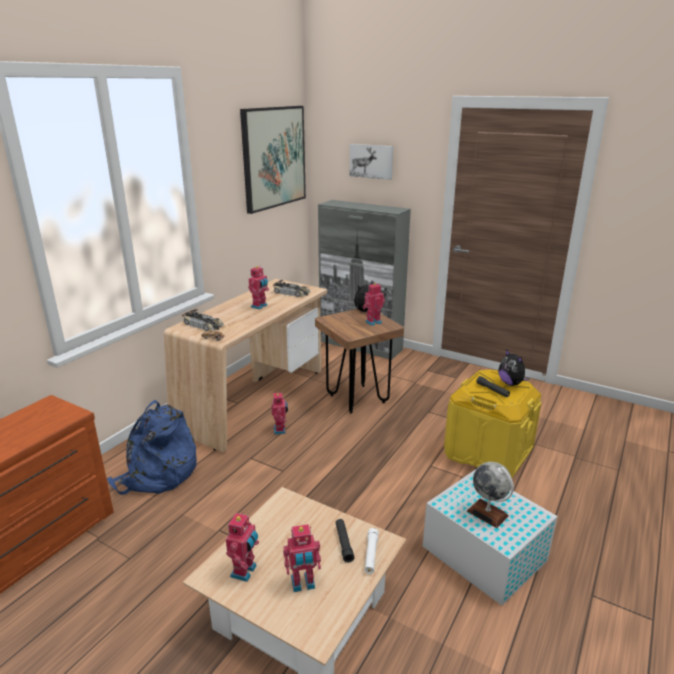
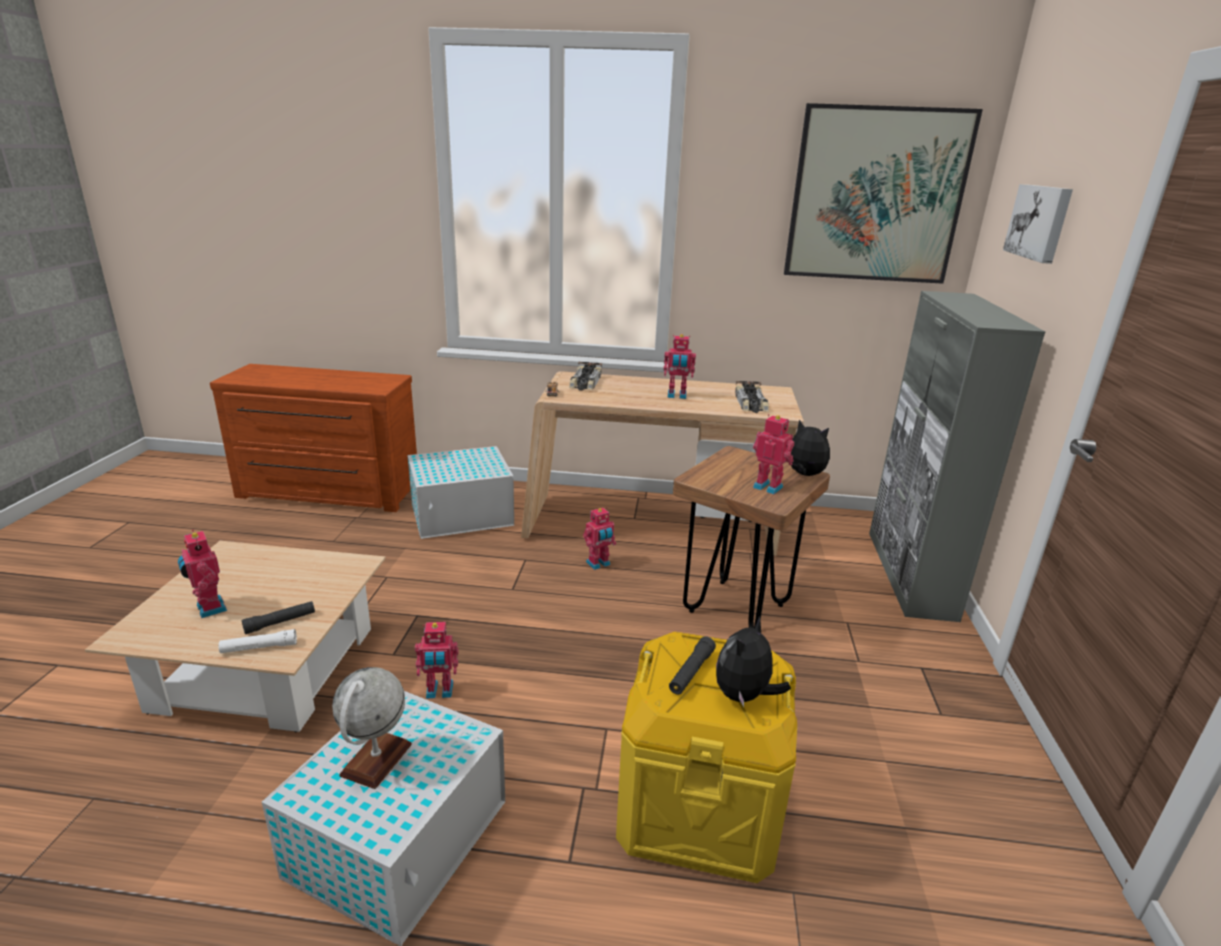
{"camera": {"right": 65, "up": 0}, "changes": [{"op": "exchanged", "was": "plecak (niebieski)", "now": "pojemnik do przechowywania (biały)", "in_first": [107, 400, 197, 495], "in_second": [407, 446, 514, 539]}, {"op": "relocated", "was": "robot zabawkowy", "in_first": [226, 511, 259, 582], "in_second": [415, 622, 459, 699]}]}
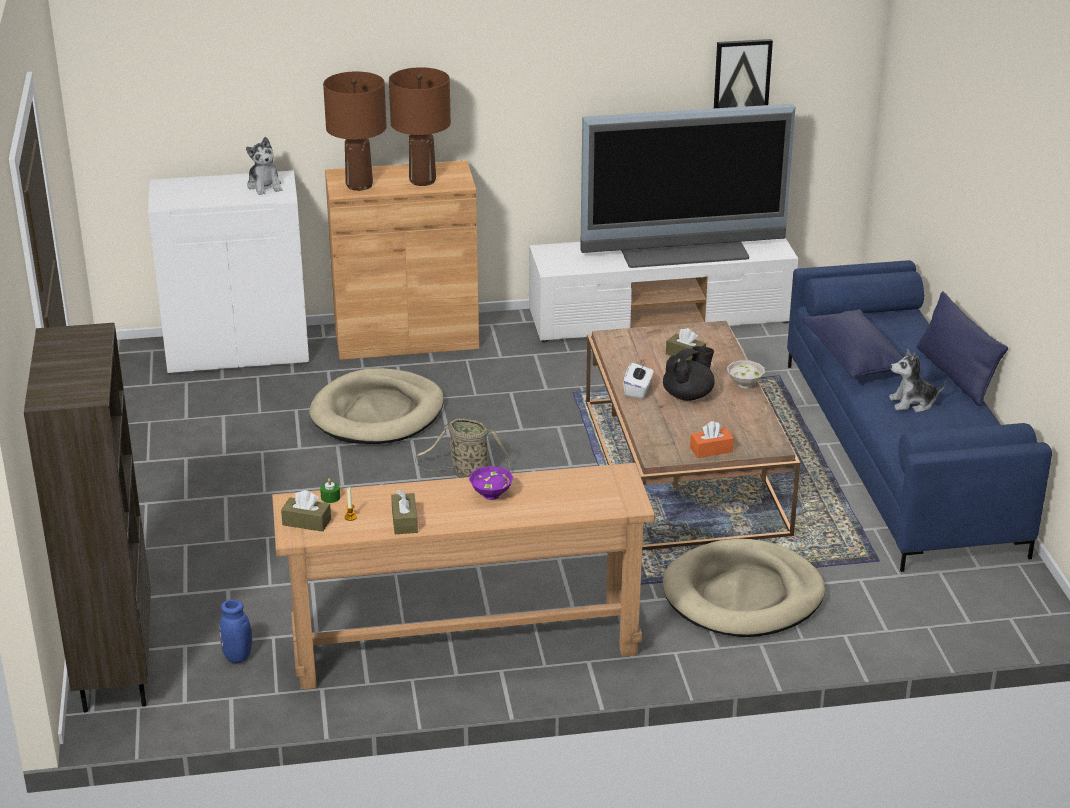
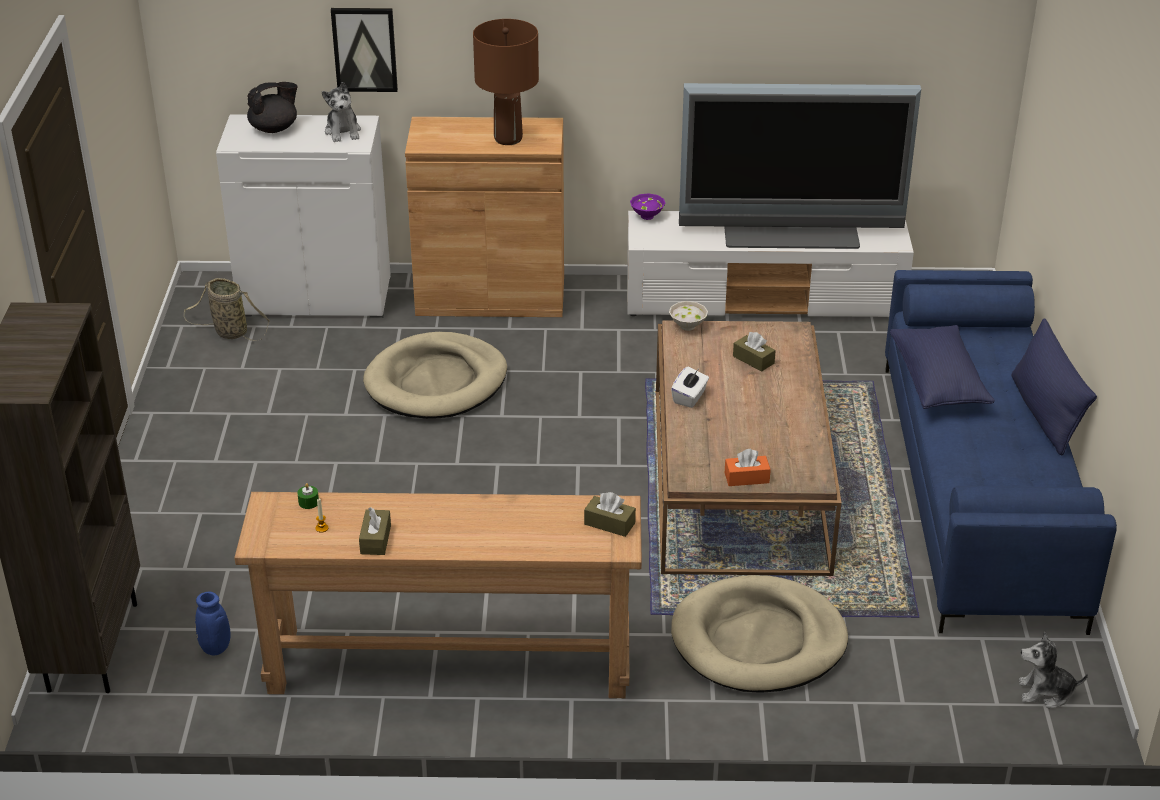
{"camera": {"right": 10, "up": 5}, "changes": [{"op": "relocated", "was": "koszyk", "in_first": [415, 418, 510, 478], "in_second": [184, 278, 270, 341]}, {"op": "relocated", "was": "imbryk (czarny)", "in_first": [663, 346, 715, 401], "in_second": [247, 82, 298, 133]}, {"op": "relocated", "was": "obraz", "in_first": [714, 39, 773, 108], "in_second": [331, 8, 398, 92]}, {"op": "relocated", "was": "pudełko chusteczek (brązowy)", "in_first": [281, 490, 331, 532], "in_second": [584, 492, 636, 537]}, {"op": "relocated", "was": "miska (fioletowy)", "in_first": [469, 466, 513, 500], "in_second": [630, 193, 665, 220]}, {"op": "relocated", "was": "miska (biały)", "in_first": [727, 360, 765, 388], "in_second": [669, 301, 708, 331]}, {"op": "relocated", "was": "pluszak", "in_first": [889, 349, 946, 412], "in_second": [1019, 631, 1088, 708]}, {"op": "missing", "was": "lampa stołowa (brązowy)", "in_first": [323, 72, 387, 191]}]}
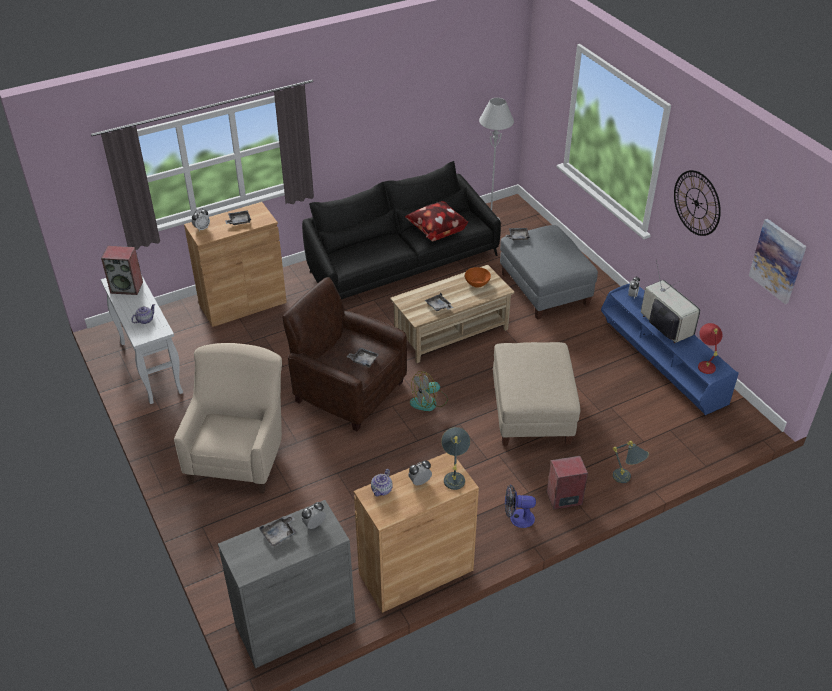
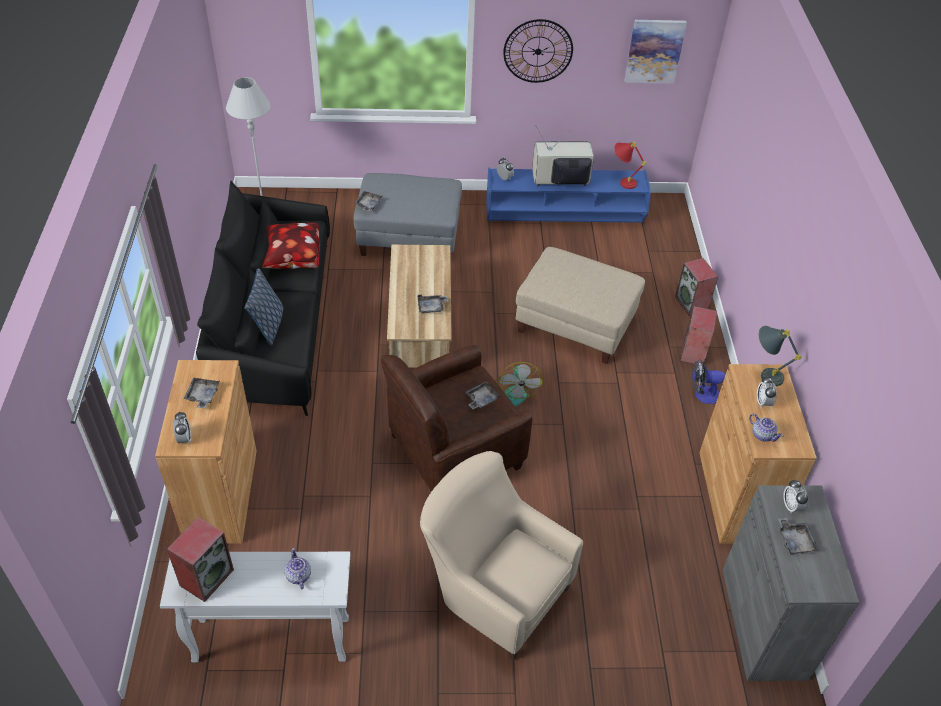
{"camera": {"right": -65, "up": 5}, "changes": [{"op": "appeared", "now": "poduszka", "in_second": [244, 268, 284, 346]}, {"op": "exchanged", "was": "lampa stołowa (szary)", "now": "głośnik", "in_first": [612, 441, 649, 483], "in_second": [675, 258, 718, 316]}, {"op": "spun", "was": "wentylator", "in_first": [505, 484, 536, 528], "in_second": [692, 359, 725, 404], "clockwise": 60}, {"op": "missing", "was": "miska (pomarańczowy)", "in_first": [465, 267, 491, 288]}]}
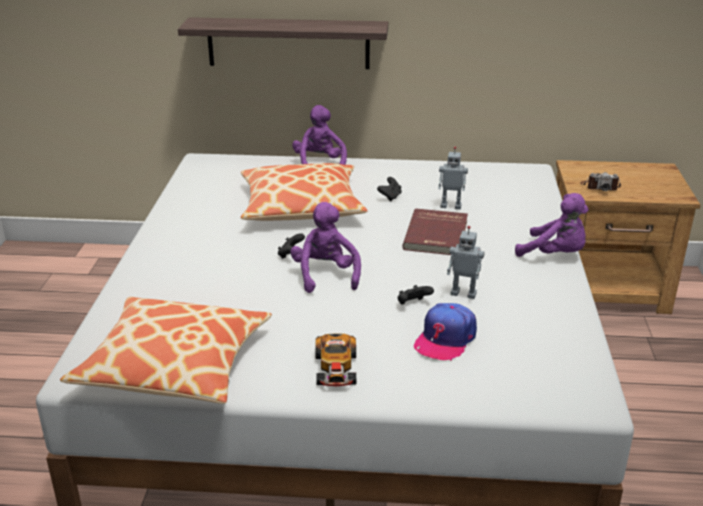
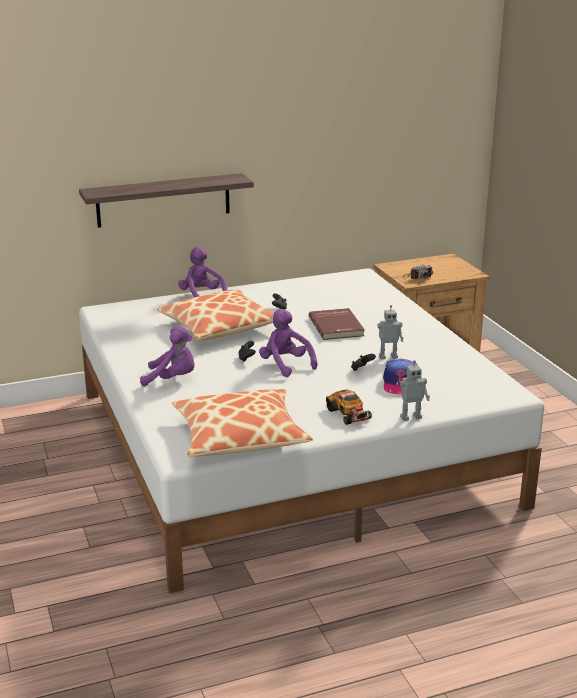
{"camera": {"right": -25, "up": -5}, "changes": [{"op": "relocated", "was": "pluszak (fioletowy)", "in_first": [515, 193, 588, 257], "in_second": [140, 326, 195, 387]}, {"op": "relocated", "was": "robot zabawkowy", "in_first": [439, 147, 468, 209], "in_second": [399, 360, 430, 421]}]}
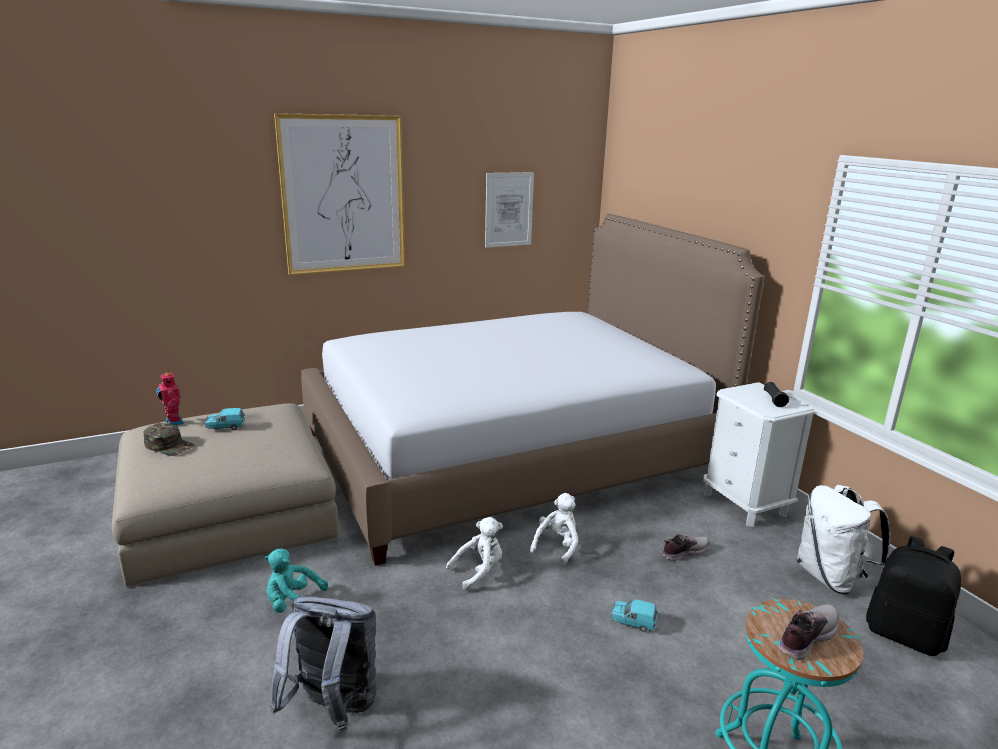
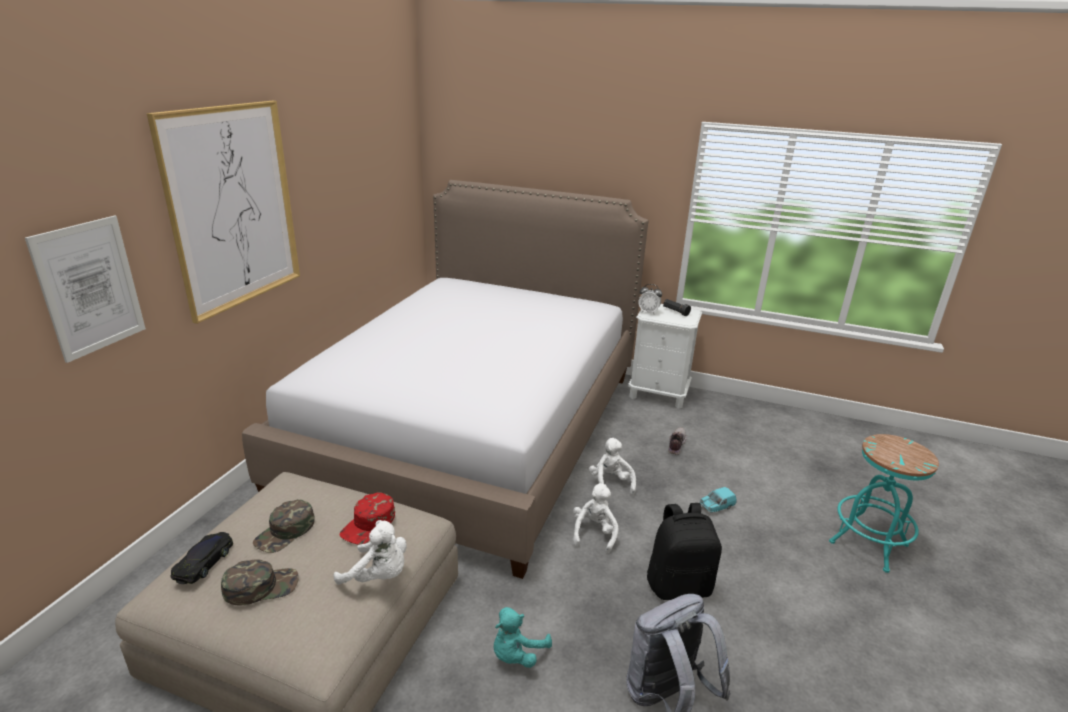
{"camera": {"right": -45, "up": 5}, "changes": [{"op": "relocated", "was": "obraz", "in_first": [485, 172, 534, 248], "in_second": [25, 216, 146, 363]}, {"op": "exchanged", "was": "robot zabawkowy", "now": "samochodzik (czarny)", "in_first": [156, 373, 184, 425], "in_second": [170, 532, 233, 584]}, {"op": "exchanged", "was": "samochodzik (turkusowy)", "now": "czapka z daszkiem (zielony)", "in_first": [204, 408, 245, 430], "in_second": [253, 499, 315, 553]}, {"op": "appeared", "now": "pluszak (biały)", "in_second": [333, 520, 407, 585]}, {"op": "appeared", "now": "czapka z daszkiem (czerwony)", "in_second": [340, 492, 395, 545]}, {"op": "appeared", "now": "budzik", "in_second": [639, 284, 662, 314]}, {"op": "relocated", "was": "plecak (czarny)", "in_first": [866, 536, 961, 656], "in_second": [647, 503, 722, 600]}, {"op": "missing", "was": "but", "in_first": [778, 604, 839, 660]}, {"op": "missing", "was": "plecak (biały)", "in_first": [797, 485, 890, 594]}]}
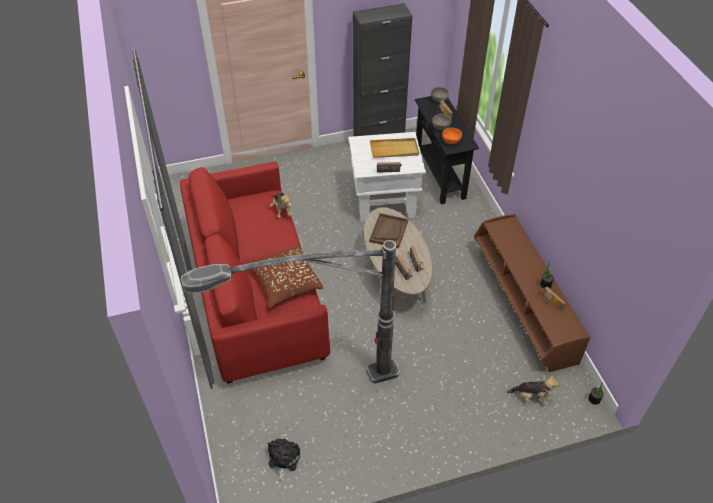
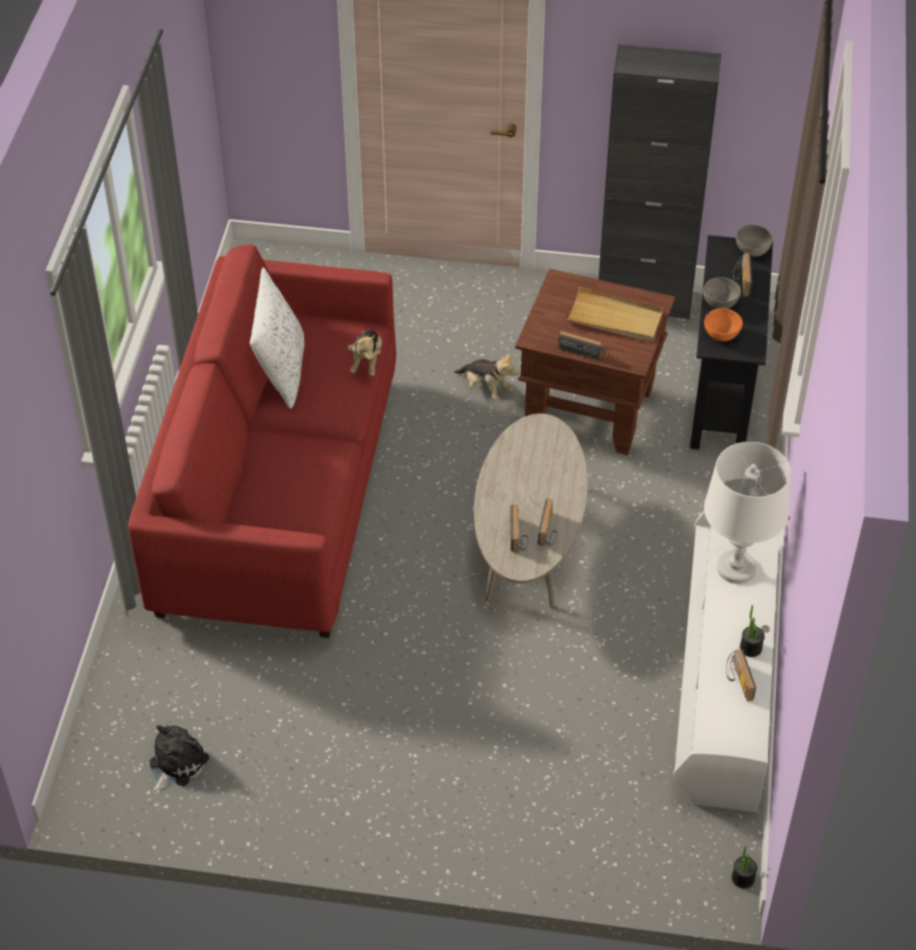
{"camera": {"right": 25, "up": 0}, "changes": [{"op": "appeared", "now": "poduszka (biały)", "in_second": [250, 268, 304, 408]}, {"op": "relocated", "was": "pluszak", "in_first": [507, 375, 559, 405], "in_second": [454, 352, 519, 400]}, {"op": "colour", "was": "stolik (biały)", "now": "stolik (brązowy)", "in_first": [349, 132, 426, 222], "in_second": [515, 269, 675, 455]}, {"op": "colour", "was": "szafka pod telewizor (brązowy)", "now": "szafka pod telewizor (biały)", "in_first": [474, 214, 591, 372], "in_second": [673, 511, 779, 812]}, {"op": "appeared", "now": "lampa stołowa (biały)", "in_second": [704, 442, 791, 584]}, {"op": "missing", "was": "lampa stojąca", "in_first": [181, 240, 400, 384]}, {"op": "missing", "was": "poduszka (brązowy)", "in_first": [247, 244, 323, 308]}, {"op": "missing", "was": "taca (brązowy)", "in_first": [369, 213, 408, 248]}]}
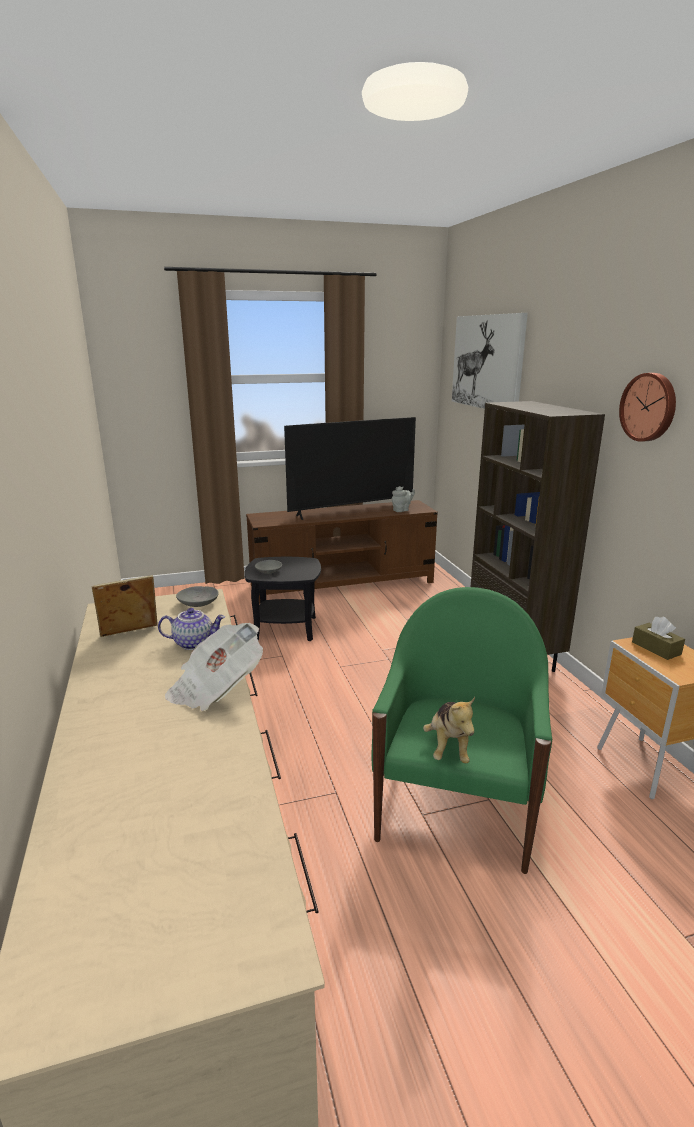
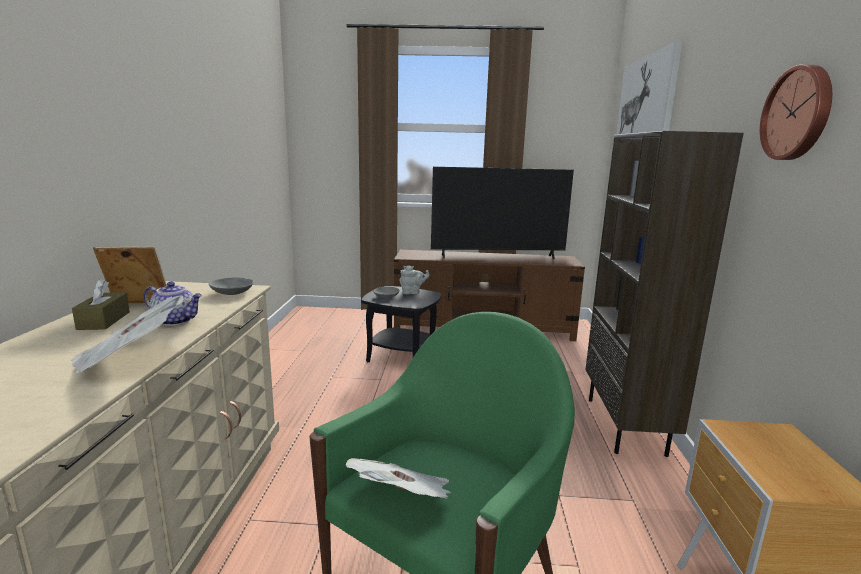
{"camera": {"right": 20, "up": -5}, "changes": [{"op": "relocated", "was": "pudełko chusteczek (brązowy)", "in_first": [632, 617, 685, 660], "in_second": [72, 279, 130, 330]}, {"op": "exchanged", "was": "pluszak", "now": "gazeta", "in_first": [423, 697, 475, 763], "in_second": [346, 458, 451, 499]}, {"op": "relocated", "was": "imbryk (szary)", "in_first": [392, 486, 415, 512], "in_second": [399, 266, 430, 294]}]}
